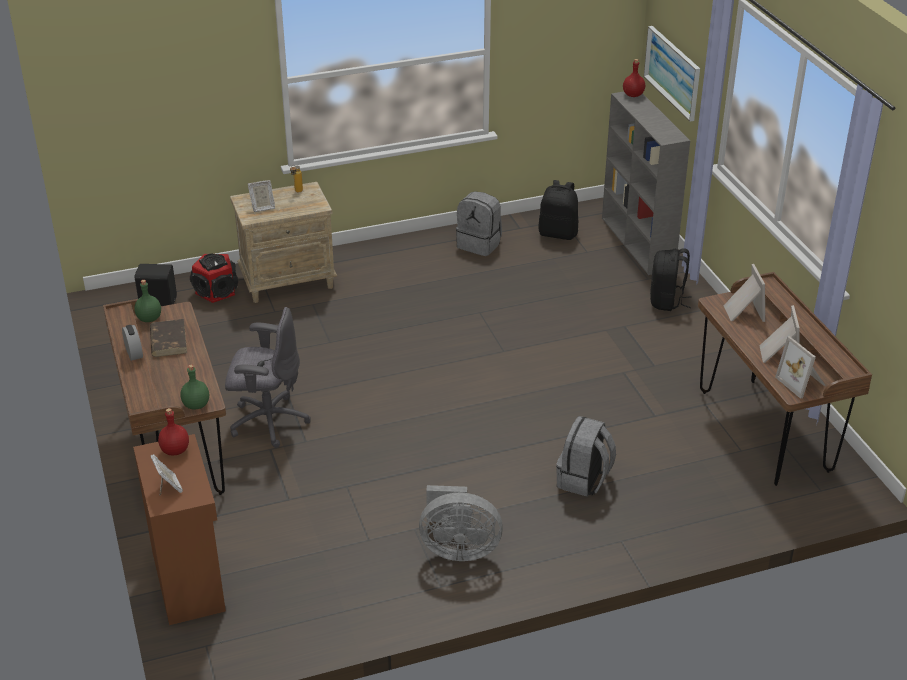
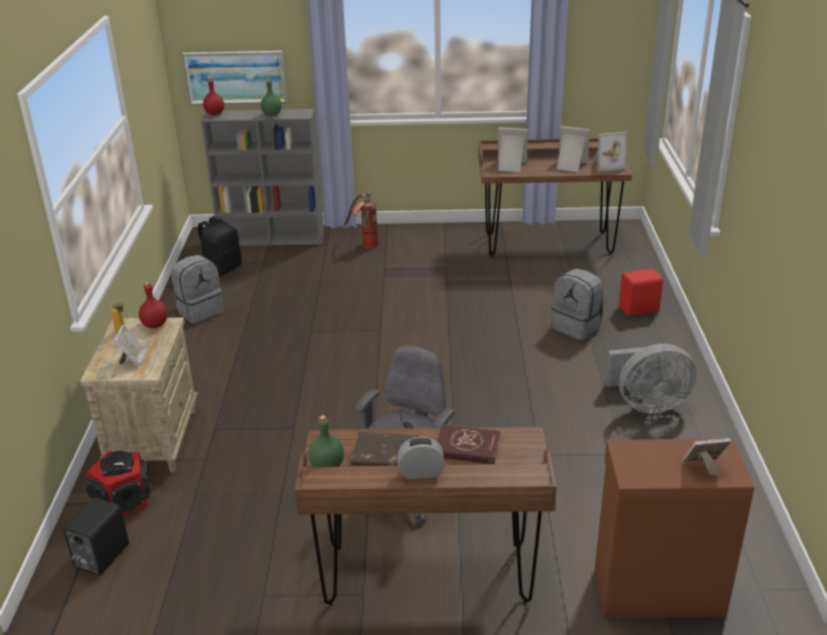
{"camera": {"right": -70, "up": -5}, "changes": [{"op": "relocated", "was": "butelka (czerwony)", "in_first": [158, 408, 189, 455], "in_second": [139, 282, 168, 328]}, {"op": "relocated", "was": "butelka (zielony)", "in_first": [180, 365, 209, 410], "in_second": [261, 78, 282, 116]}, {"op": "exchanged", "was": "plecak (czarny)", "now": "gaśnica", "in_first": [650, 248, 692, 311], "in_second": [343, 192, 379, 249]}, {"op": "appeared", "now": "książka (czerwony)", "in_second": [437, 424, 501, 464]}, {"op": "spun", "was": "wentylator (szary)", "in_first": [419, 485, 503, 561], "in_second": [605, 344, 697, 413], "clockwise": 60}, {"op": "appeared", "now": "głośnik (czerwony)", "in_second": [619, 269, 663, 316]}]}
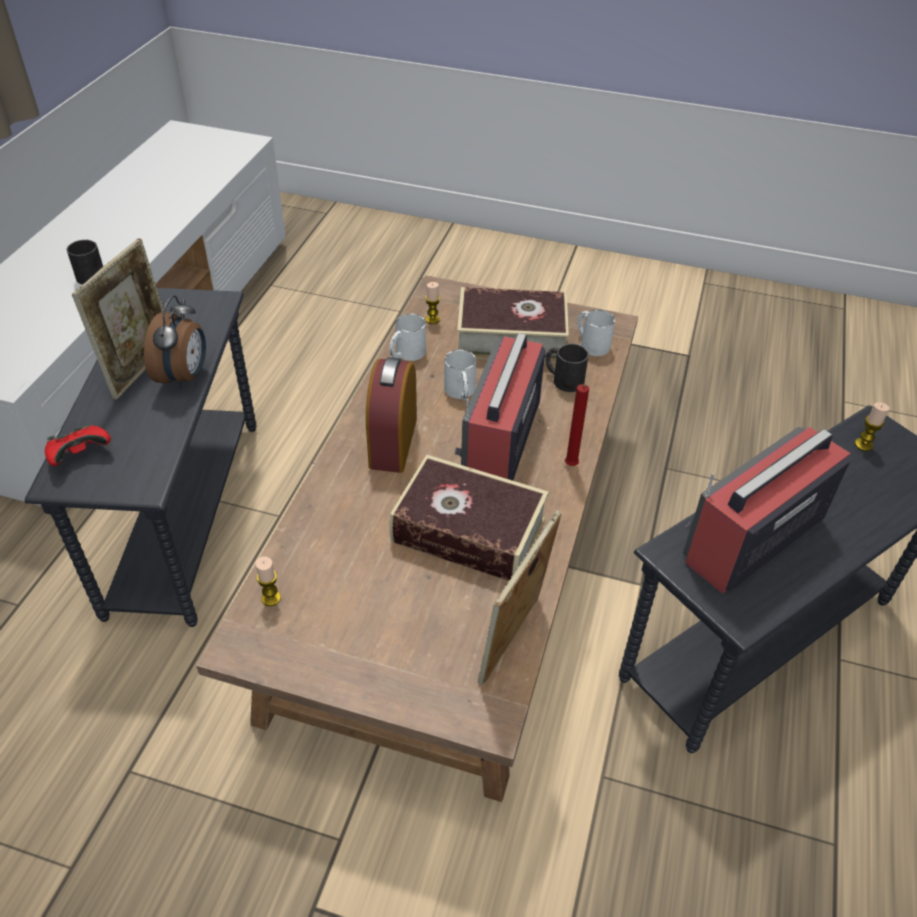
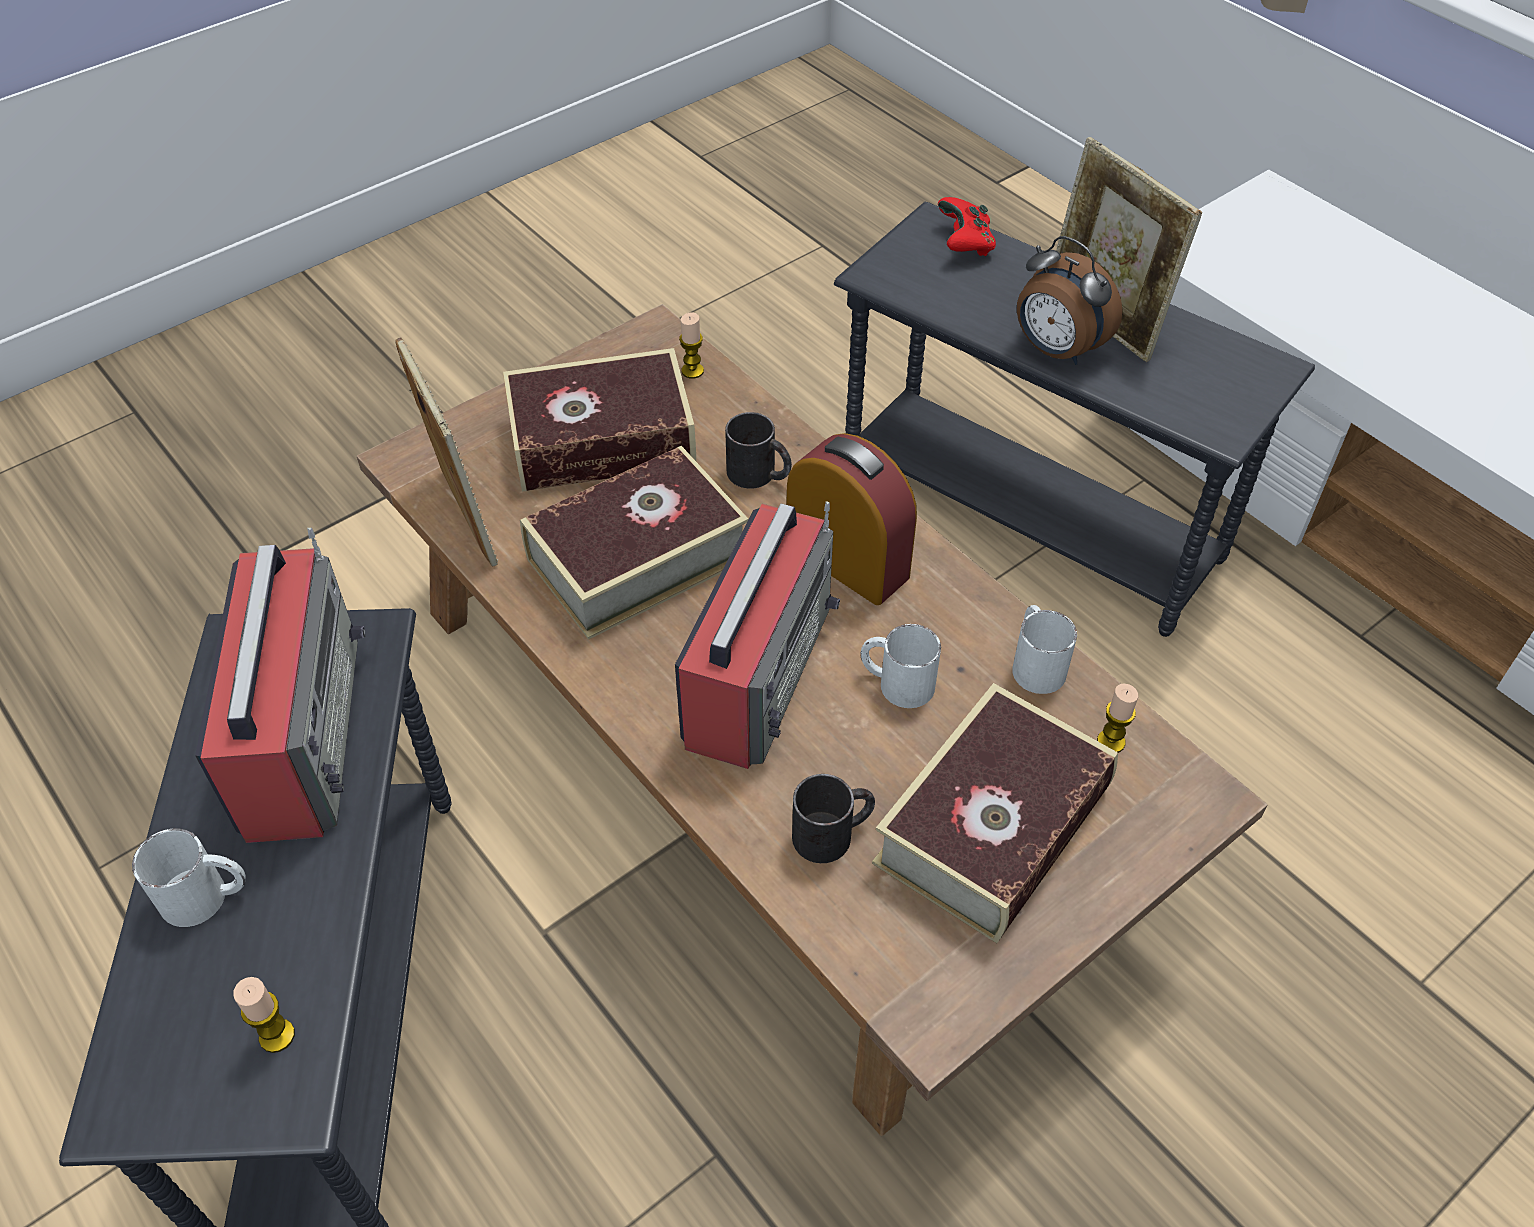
{"camera": {"right": 125, "up": 5}, "changes": [{"op": "relocated", "was": "kubek (biały)", "in_first": [577, 309, 615, 356], "in_second": [132, 828, 246, 927]}, {"op": "appeared", "now": "książka", "in_second": [503, 348, 696, 492]}, {"op": "spun", "was": "radio", "in_first": [454, 333, 546, 481], "in_second": [675, 501, 840, 769], "clockwise": 60}, {"op": "relocated", "was": "kubek (czarny)", "in_first": [67, 240, 103, 285], "in_second": [725, 412, 792, 489]}, {"op": "missing", "was": "świeca (czerwony)", "in_first": [565, 384, 589, 466]}]}
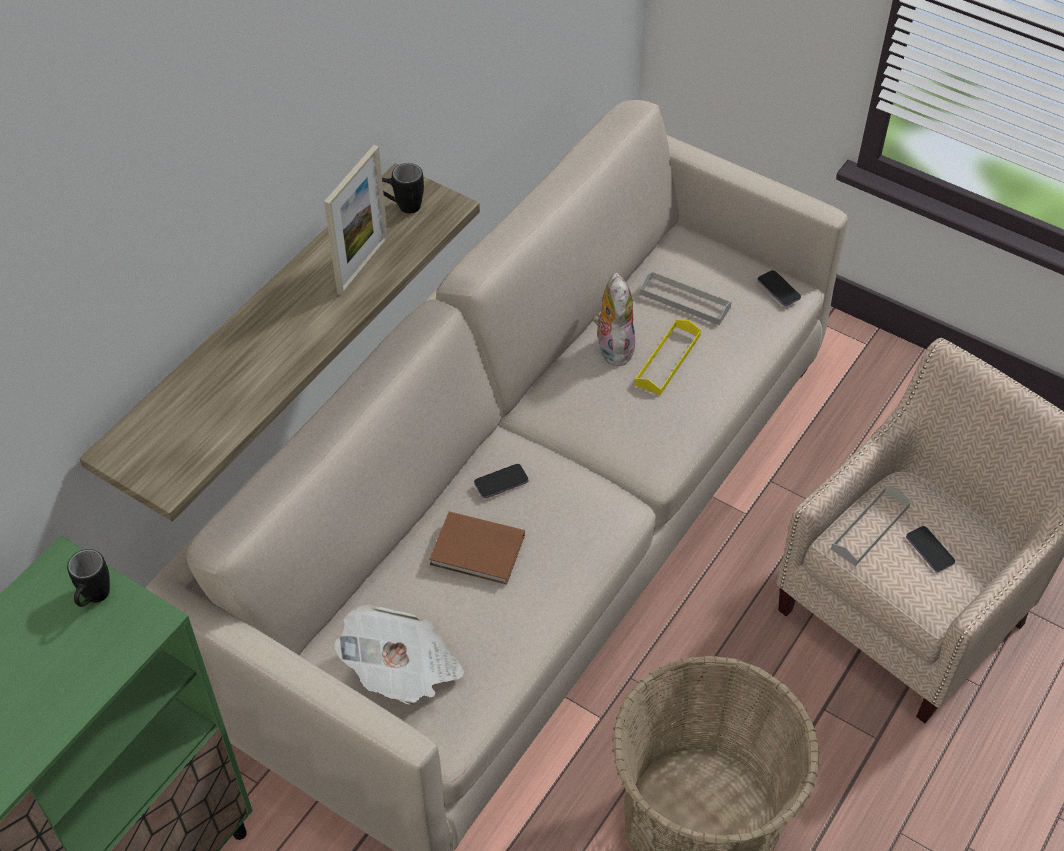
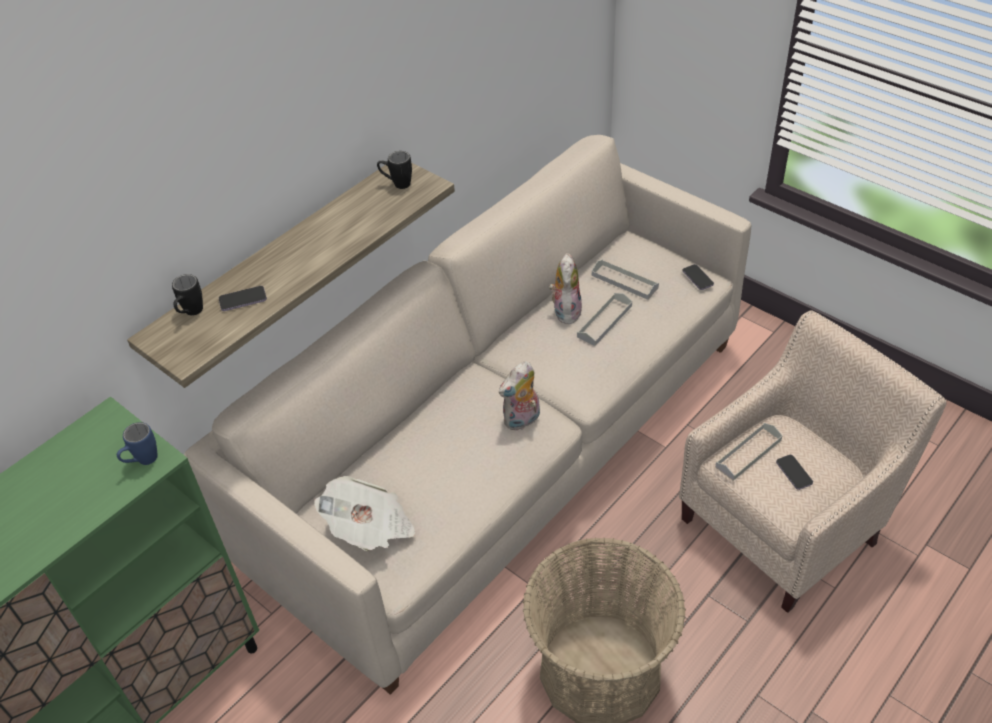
{"camera": {"right": 10, "up": -5}, "changes": [{"op": "appeared", "now": "kubek (niebieski)", "in_second": [117, 422, 158, 465]}, {"op": "relocated", "was": "kubek (czarny)", "in_first": [67, 549, 110, 607], "in_second": [172, 274, 203, 316]}, {"op": "relocated", "was": "telefon", "in_first": [474, 464, 528, 499], "in_second": [219, 286, 267, 311]}, {"op": "appeared", "now": "pluszak", "in_second": [499, 361, 540, 430]}, {"op": "colour", "was": "taca (żółty)", "now": "taca (szary)", "in_first": [634, 320, 701, 396], "in_second": [577, 293, 632, 346]}, {"op": "missing", "was": "ramka na zdjęcie", "in_first": [324, 145, 388, 295]}, {"op": "missing", "was": "książka (brązowy)", "in_first": [429, 511, 525, 585]}]}
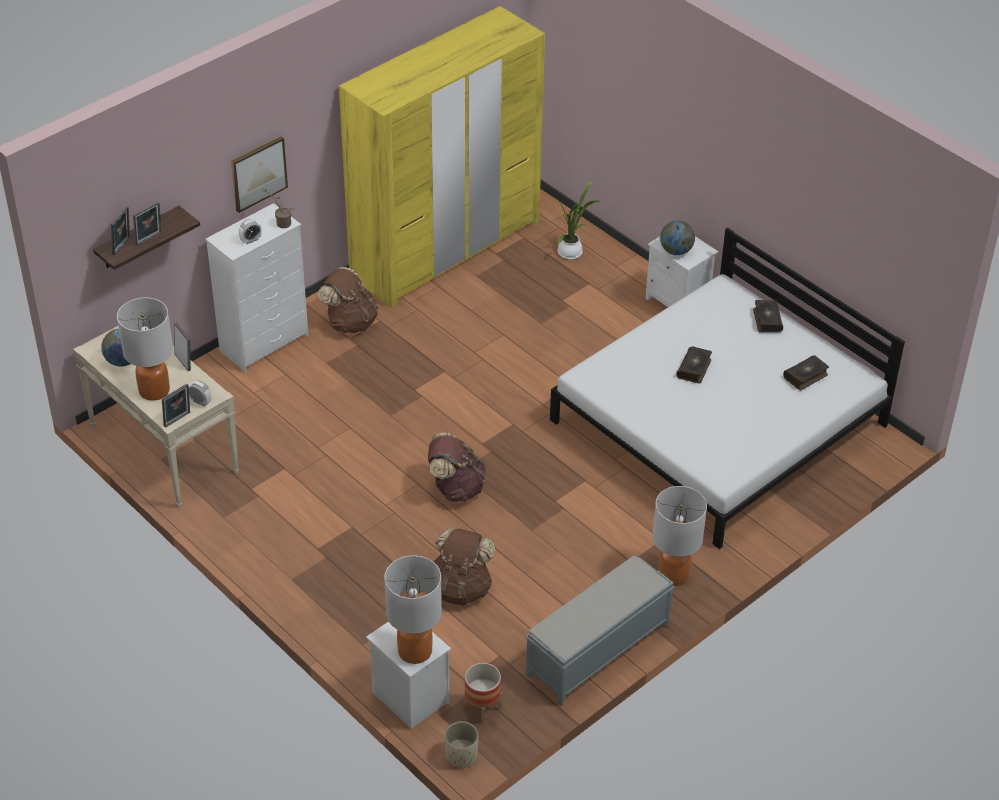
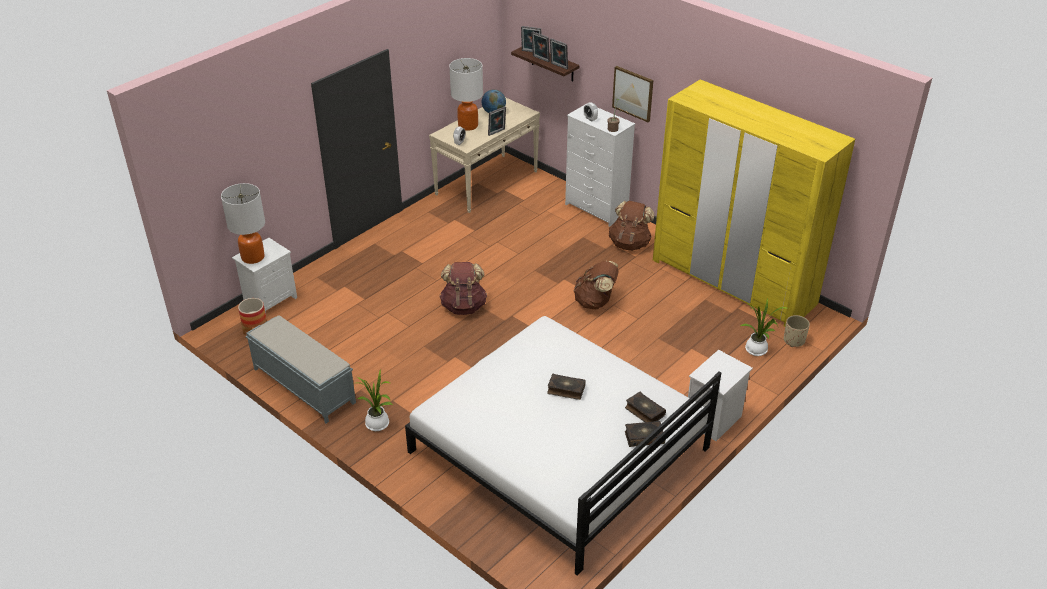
{"camera": {"right": 85, "up": -5}, "changes": [{"op": "exchanged", "was": "lampa stołowa", "now": "roślina doniczkowa", "in_first": [652, 486, 707, 586], "in_second": [357, 370, 393, 431]}, {"op": "relocated", "was": "ramka na zdjęcie", "in_first": [162, 384, 190, 428], "in_second": [550, 38, 568, 69]}, {"op": "relocated", "was": "plecak (brązowy)", "in_first": [433, 528, 495, 605], "in_second": [574, 261, 619, 309]}, {"op": "relocated", "was": "książka", "in_first": [783, 355, 829, 390], "in_second": [625, 392, 666, 422]}, {"op": "relocated", "was": "donica (beżowy)", "in_first": [444, 721, 478, 768], "in_second": [784, 315, 810, 347]}, {"op": "missing", "was": "globus", "in_first": [660, 220, 695, 255]}]}
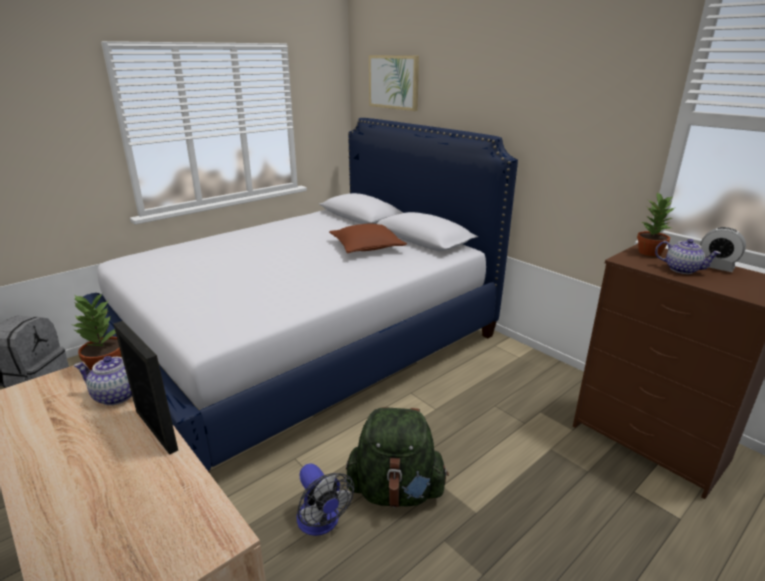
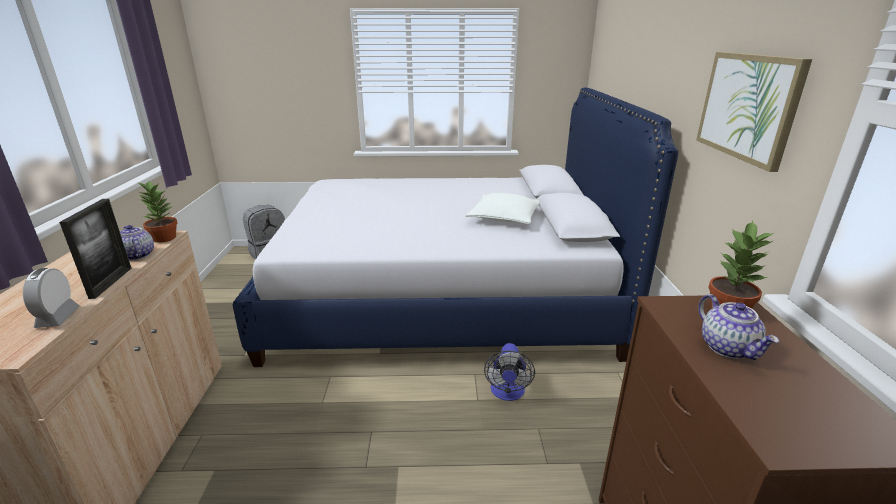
{"camera": {"right": 40, "up": 0}, "changes": [{"op": "relocated", "was": "budzik", "in_first": [700, 227, 746, 272], "in_second": [23, 268, 80, 328]}, {"op": "colour", "was": "poduszka (brązowy)", "now": "poduszka (biały)", "in_first": [329, 223, 407, 253], "in_second": [465, 193, 539, 224]}, {"op": "relocated", "was": "wentylator", "in_first": [297, 463, 354, 536], "in_second": [484, 343, 535, 401]}, {"op": "relocated", "was": "obraz", "in_first": [369, 55, 419, 111], "in_second": [696, 52, 812, 172]}, {"op": "missing", "was": "plecak (zielony)", "in_first": [346, 407, 449, 508]}]}
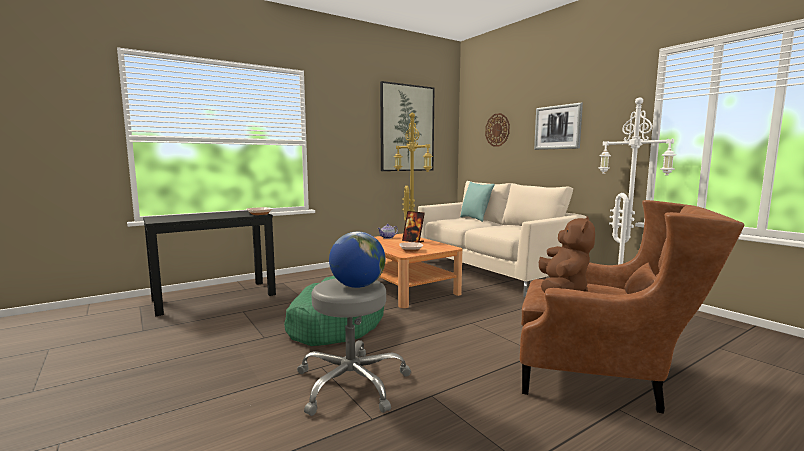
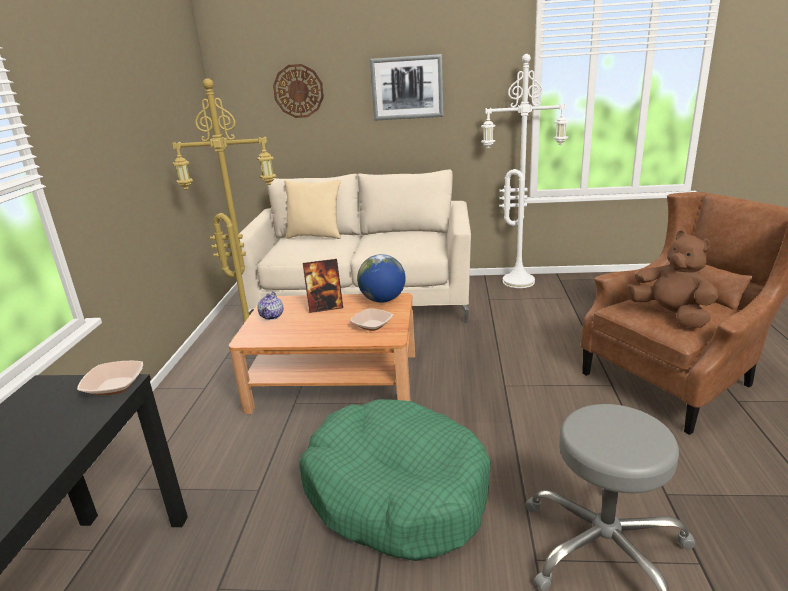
{"camera": {"right": -50, "up": 15}, "changes": [{"op": "colour", "was": "poduszka (turkusowy)", "now": "poduszka (beżowy)", "in_first": [460, 181, 495, 222], "in_second": [284, 180, 341, 239]}, {"op": "relocated", "was": "globus", "in_first": [329, 232, 385, 288], "in_second": [357, 254, 406, 303]}, {"op": "missing", "was": "obraz", "in_first": [380, 81, 434, 171]}]}
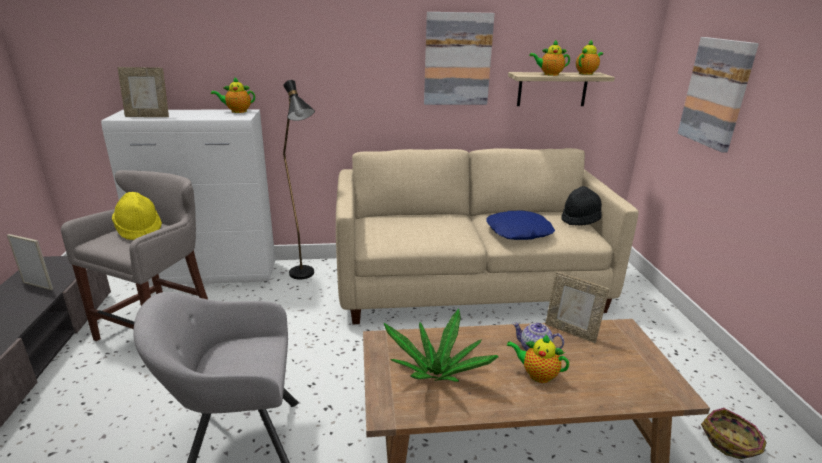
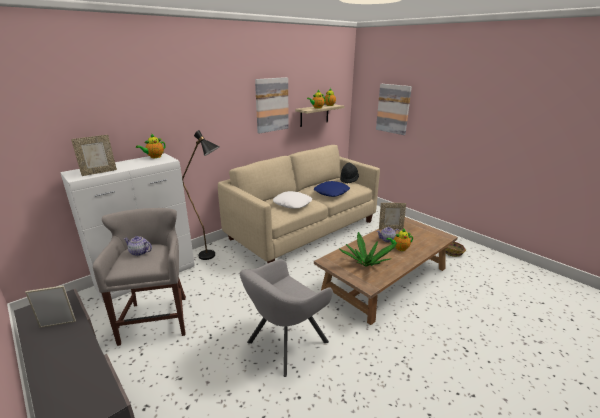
{"camera": {"right": -35, "up": 0}, "changes": [{"op": "exchanged", "was": "kapelusz (żółty)", "now": "imbryk", "in_first": [112, 192, 162, 240], "in_second": [124, 236, 152, 256]}, {"op": "appeared", "now": "poduszka (biały)", "in_second": [273, 191, 312, 209]}]}
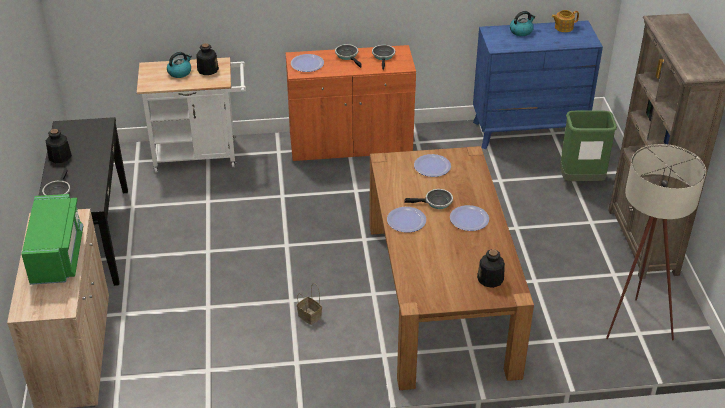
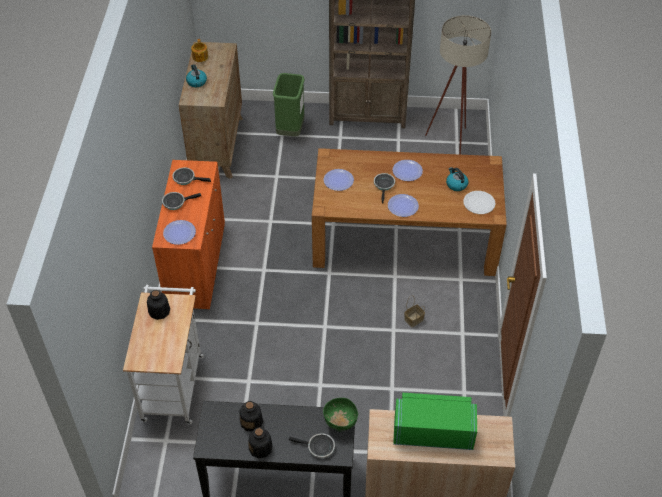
{"camera": {"right": -80, "up": 10}, "changes": [{"op": "colour", "was": "komoda (niebieski)", "now": "komoda (brązowy)", "in_first": [473, 20, 603, 149], "in_second": [179, 42, 243, 179]}, {"op": "relocated", "was": "butelka", "in_first": [477, 249, 505, 288], "in_second": [240, 401, 263, 431]}, {"op": "appeared", "now": "miska (zielony)", "in_second": [323, 398, 358, 431]}, {"op": "relocated", "was": "czajnik", "in_first": [167, 52, 192, 78], "in_second": [446, 167, 468, 191]}, {"op": "appeared", "now": "talerz (biały)", "in_second": [463, 191, 495, 214]}]}
